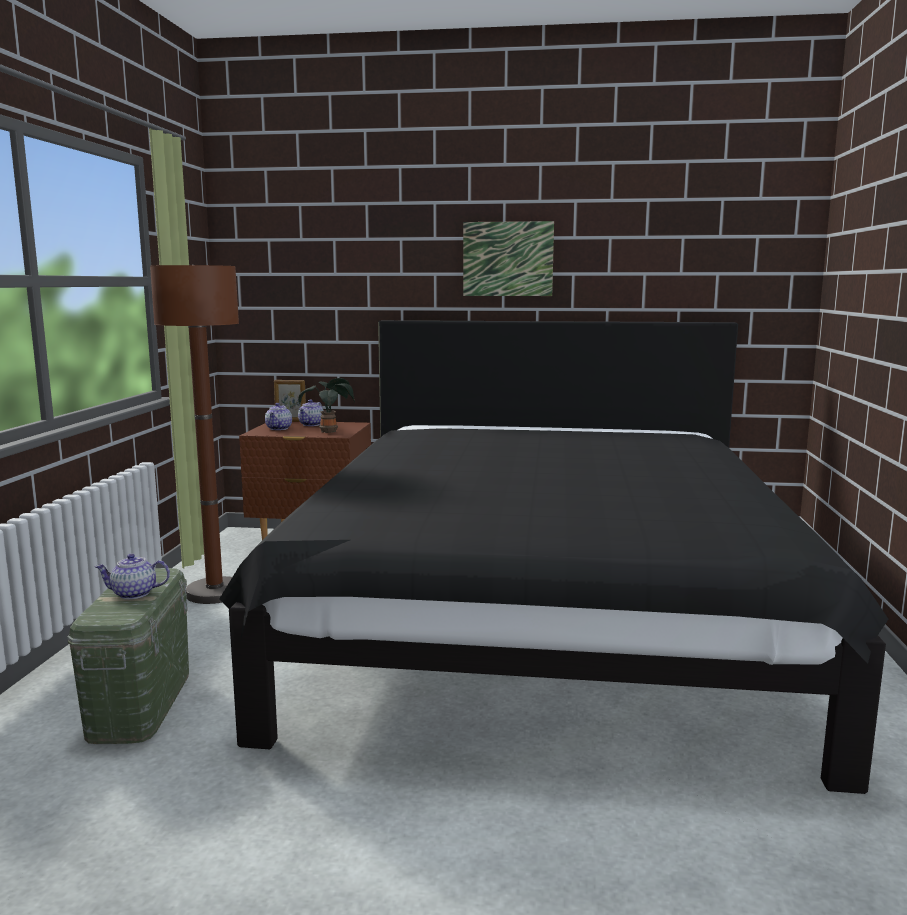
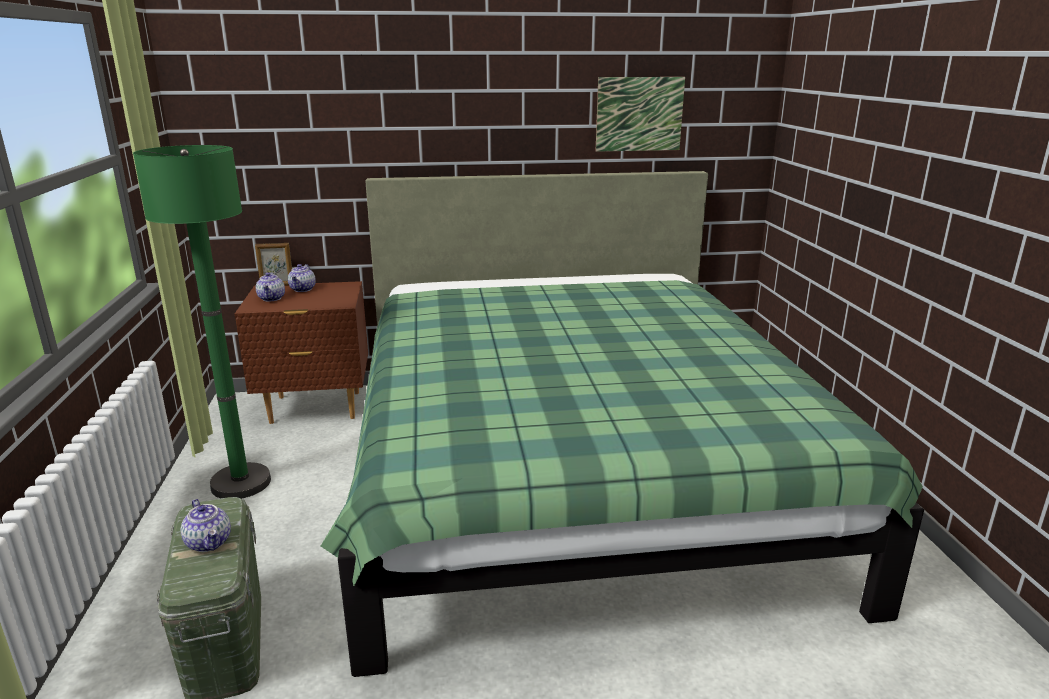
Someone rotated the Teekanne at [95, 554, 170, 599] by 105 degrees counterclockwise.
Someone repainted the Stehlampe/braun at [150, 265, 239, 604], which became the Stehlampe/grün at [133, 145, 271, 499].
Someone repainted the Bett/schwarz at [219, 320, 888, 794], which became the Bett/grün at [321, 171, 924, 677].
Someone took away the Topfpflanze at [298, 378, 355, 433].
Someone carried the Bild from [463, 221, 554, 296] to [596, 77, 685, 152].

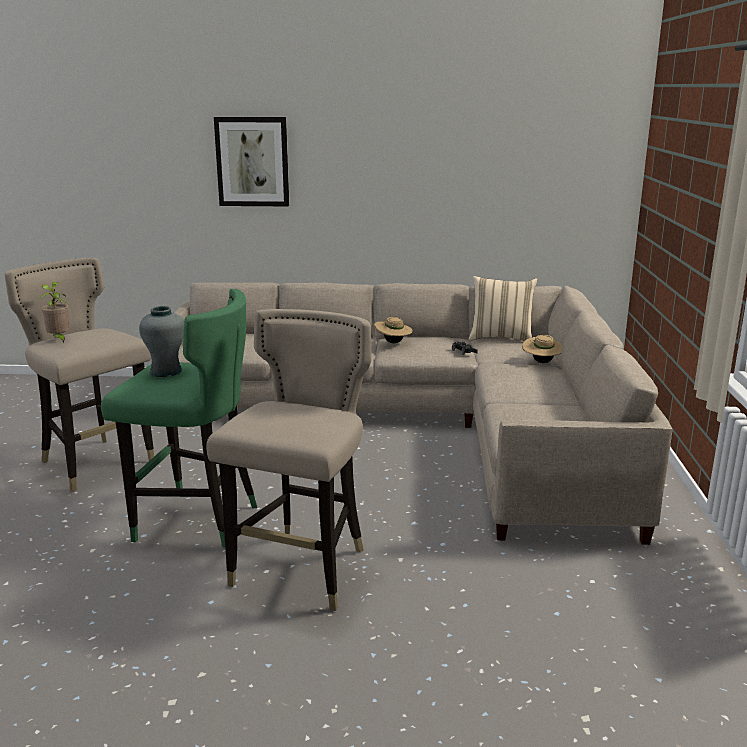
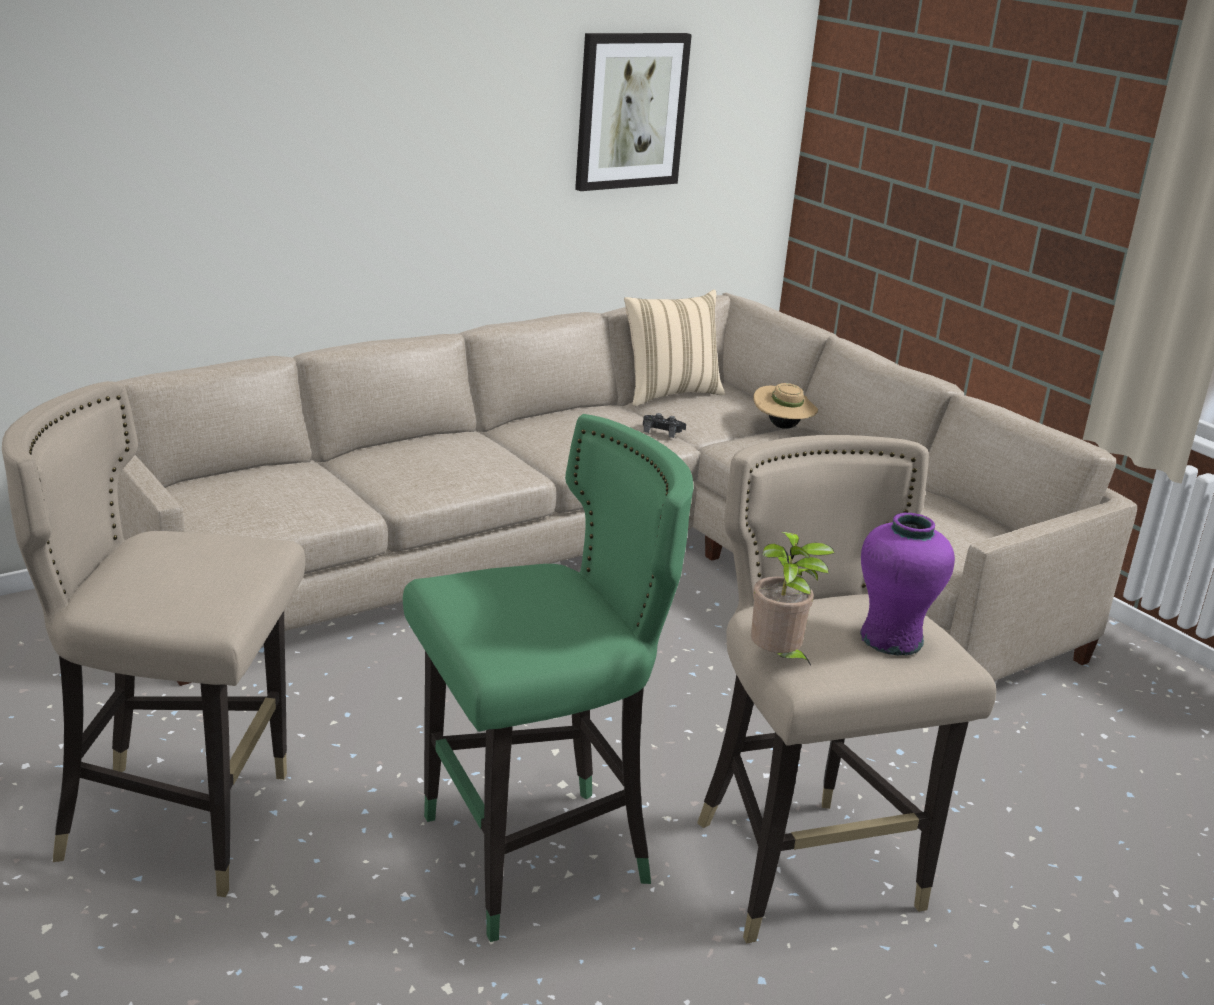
Someone carried the Topfpflanze from [40, 282, 70, 343] to [751, 532, 835, 666].
Someone took away the Vase/grau at [139, 306, 184, 377].
Someone carried the Bild from [214, 117, 289, 206] to [575, 33, 692, 191].
Someone took away the Hut/beige at [374, 317, 413, 343].
Someone put down the Vase/lila at [860, 513, 955, 655].

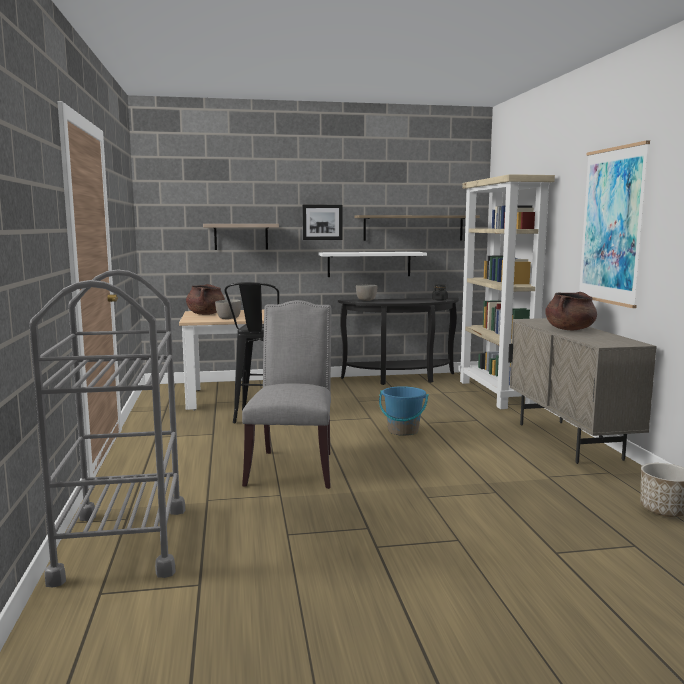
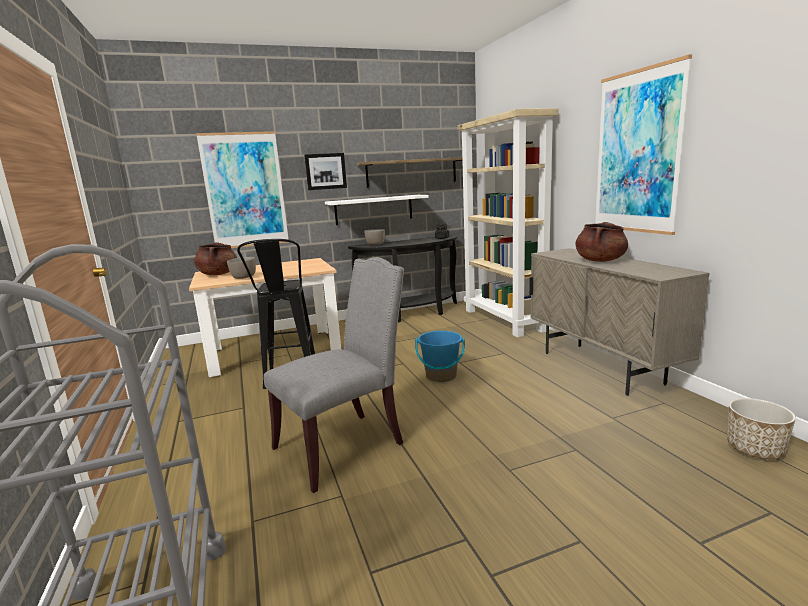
Someone swapped the Wandregal at [203, 224, 279, 250] for the Bild at [196, 131, 289, 248].
Someone rotated the Stuhl/grau at [242, 300, 331, 489] by 60 degrees clockwise.

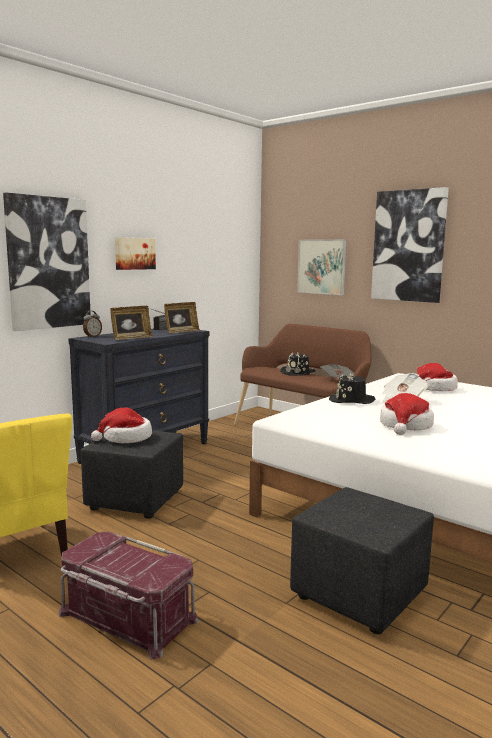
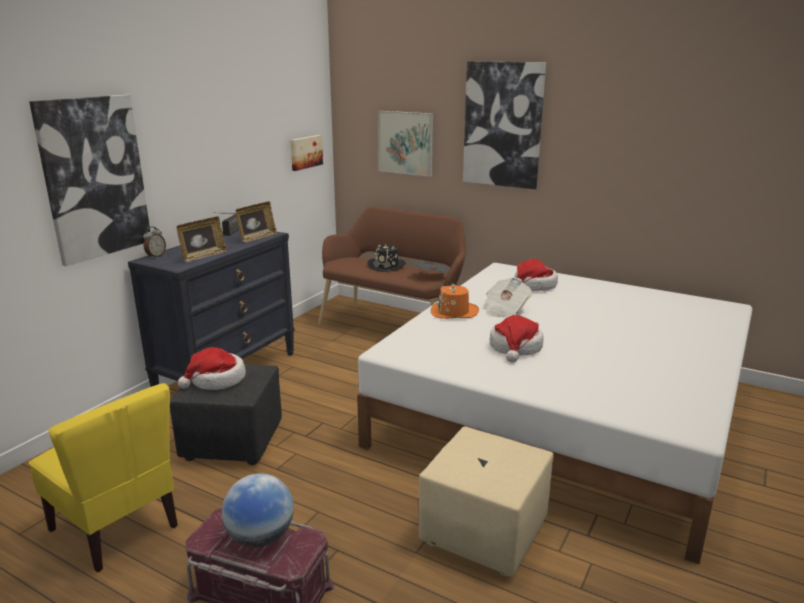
Someone carried the Bild from [115, 237, 156, 270] to [290, 135, 323, 171].
Someone repainted the Polsterhocker/schwarz at [290, 487, 434, 634], which became the Polsterhocker/beige at [419, 426, 553, 576].
Someone repainted the Hut/schwarz at [329, 373, 375, 404], which became the Hut/orange at [431, 284, 479, 319].
Someone put down the Globus at [222, 473, 294, 547].

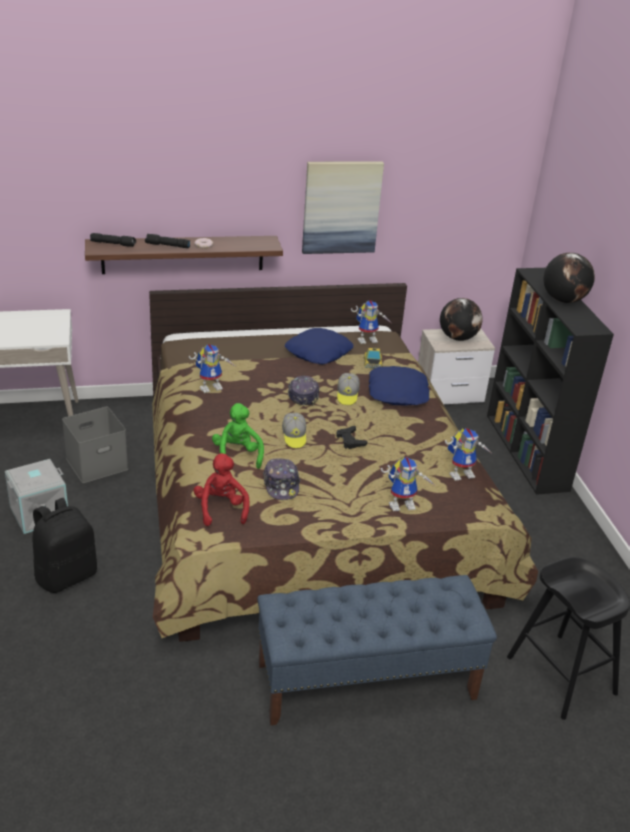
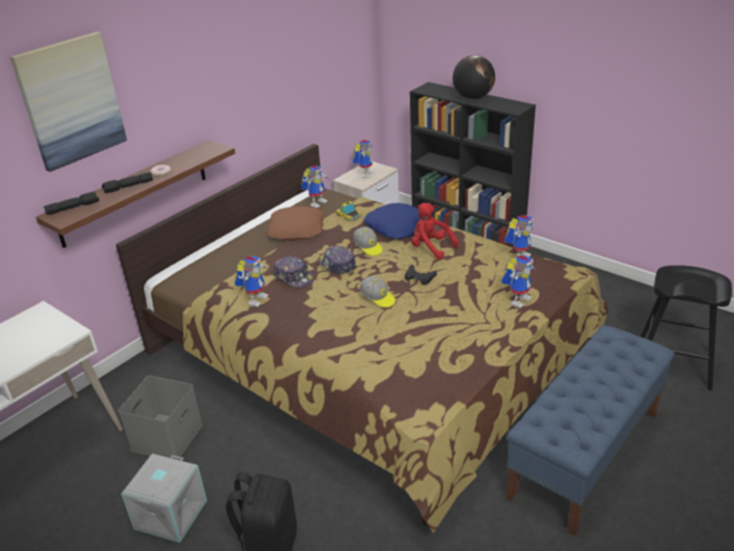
Someone carried the Plüschtier/rot from [194, 453, 250, 526] to [411, 203, 459, 259].
Someone took away the Plüschtier/grün at [212, 403, 264, 469].
Someone carried the Kappe from [263, 458, 301, 500] to [273, 256, 314, 287].
Someone repainted the Kissen/blau at [285, 328, 353, 365], which became the Kissen/braun at [267, 206, 324, 241].
Someone carried the Bild from [302, 161, 384, 254] to [10, 32, 127, 172].
Someone swapped the Globus at [440, 298, 483, 341] for the Spielzeugroboter at [353, 140, 373, 178].

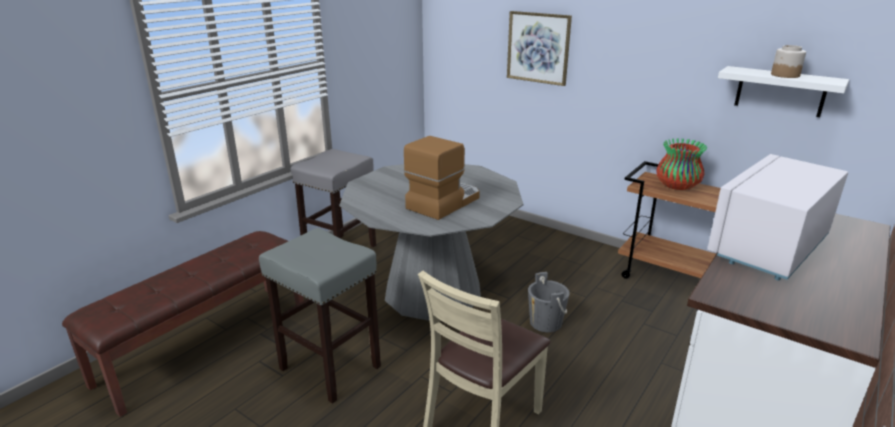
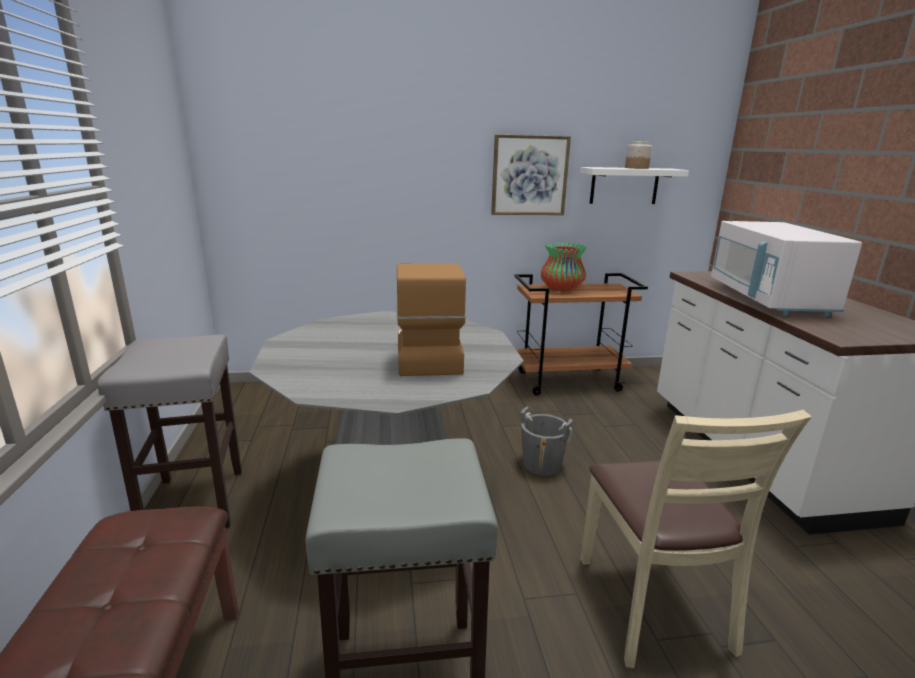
Someone carried the Bild from [507, 11, 572, 86] to [491, 134, 571, 215].

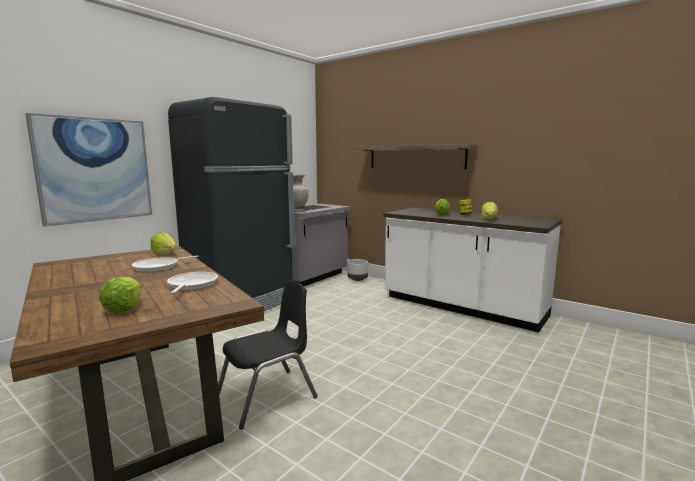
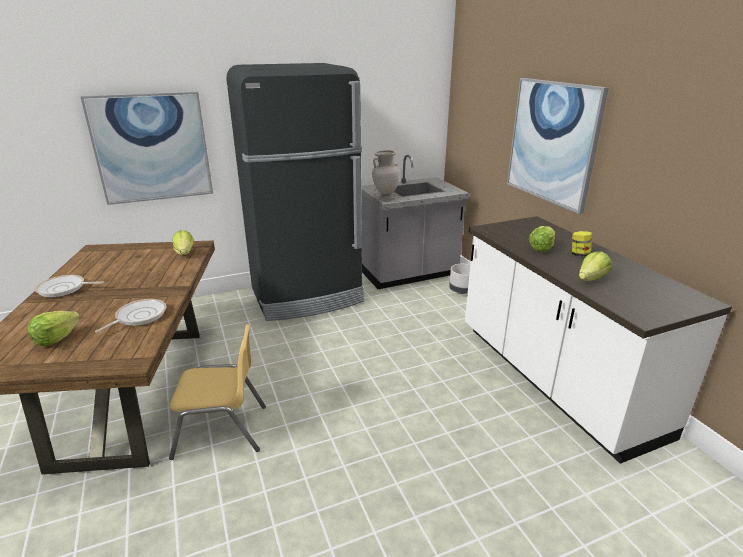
Someone carried the Pfanne from [132, 256, 199, 272] to [35, 275, 104, 297].
Someone repainted the Stuhl/schwarz at [218, 280, 318, 430], which became the Stuhl/gelb at [169, 324, 266, 460].
Someone swapped the Wandregal at [355, 144, 477, 169] for the Bild at [507, 78, 608, 214].

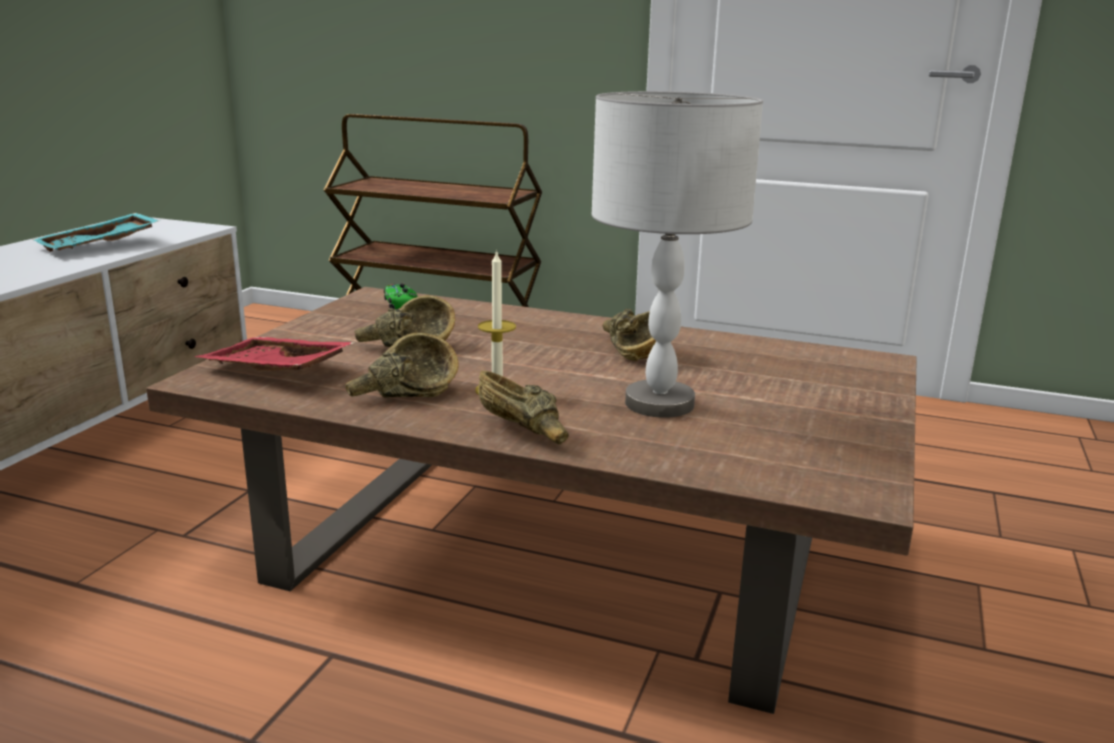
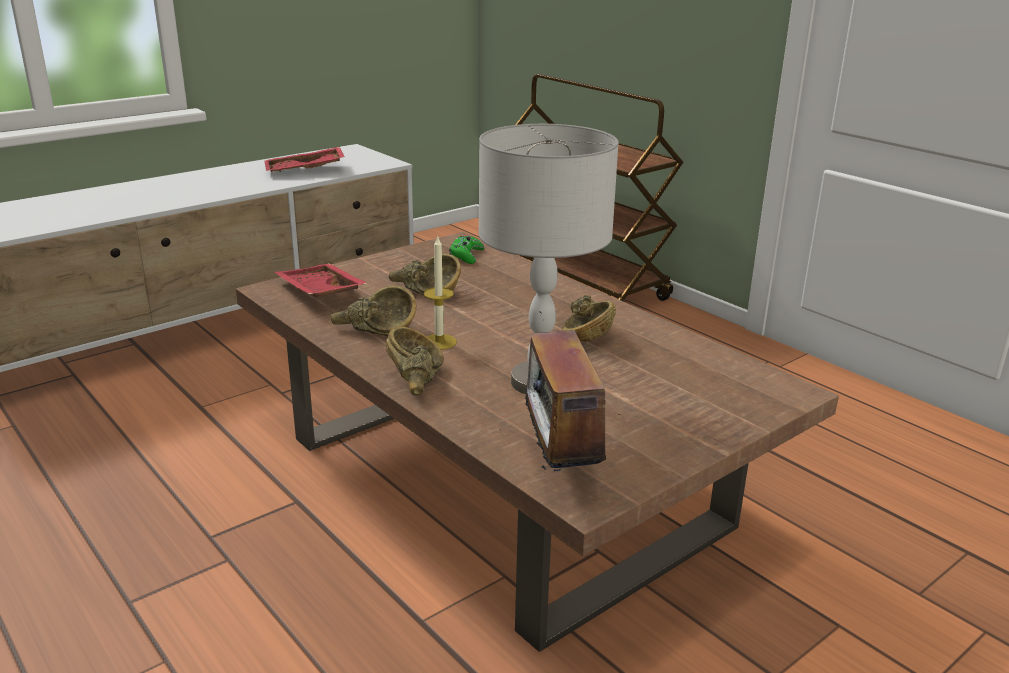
Someone repainted the Tablett/türkis at [33, 213, 160, 252], which became the Tablett/rot at [264, 147, 345, 172].
Someone put down the Radio at [500, 312, 620, 473].

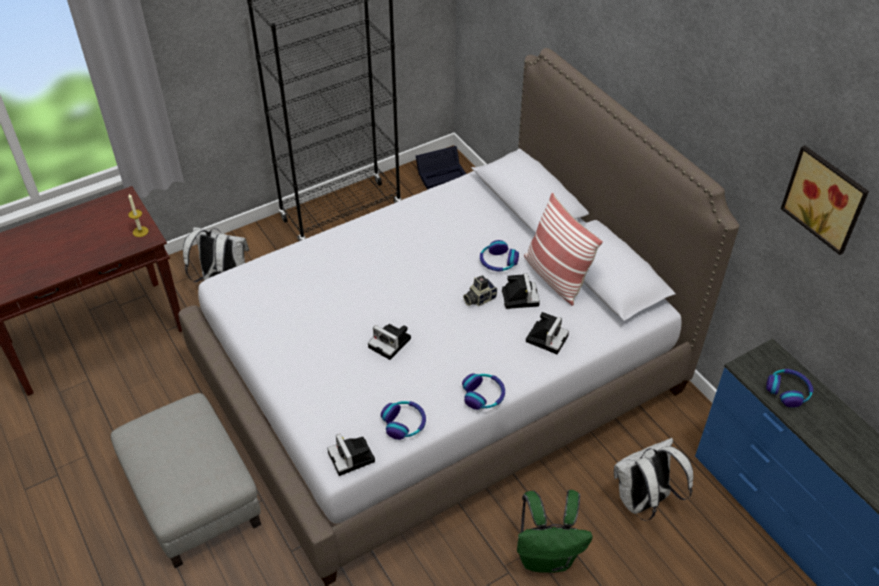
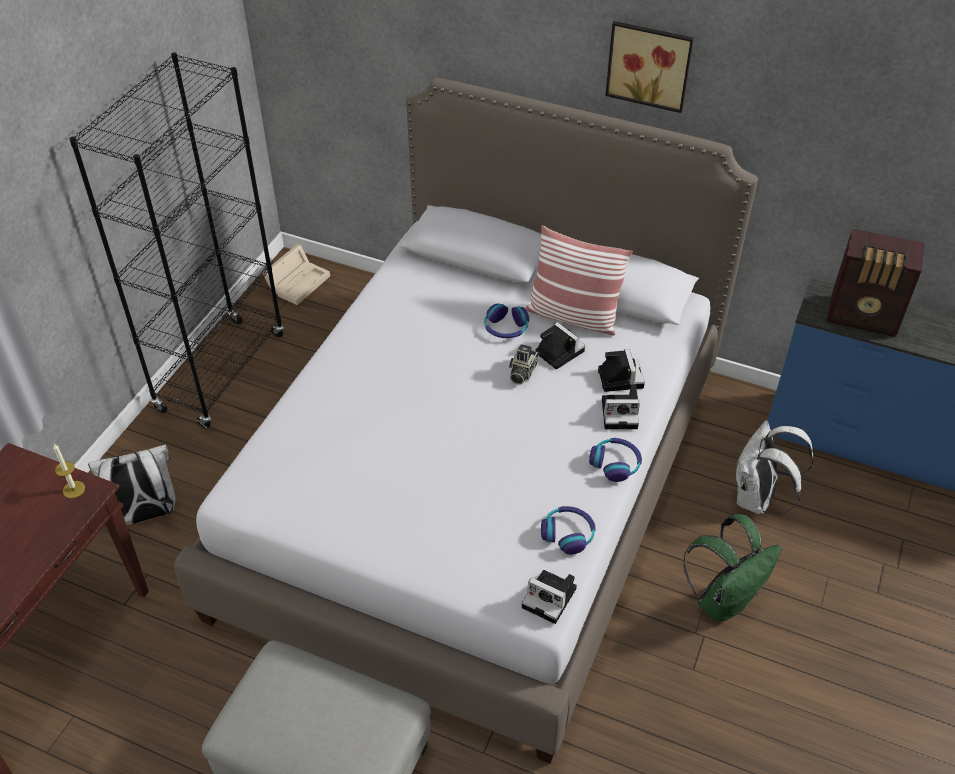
Someone carried the Kamera from [368, 324, 411, 360] to [602, 386, 640, 429].
Someone repainted the Aufbewahrungsbox/schwarz at [416, 146, 466, 190], which became the Aufbewahrungsbox/beige at [262, 245, 330, 305].
Someone swapped the Kopfhörer at [766, 369, 813, 408] for the Radio at [826, 228, 925, 337].
Someone carried the Bild from [781, 145, 869, 255] to [605, 21, 694, 113].

